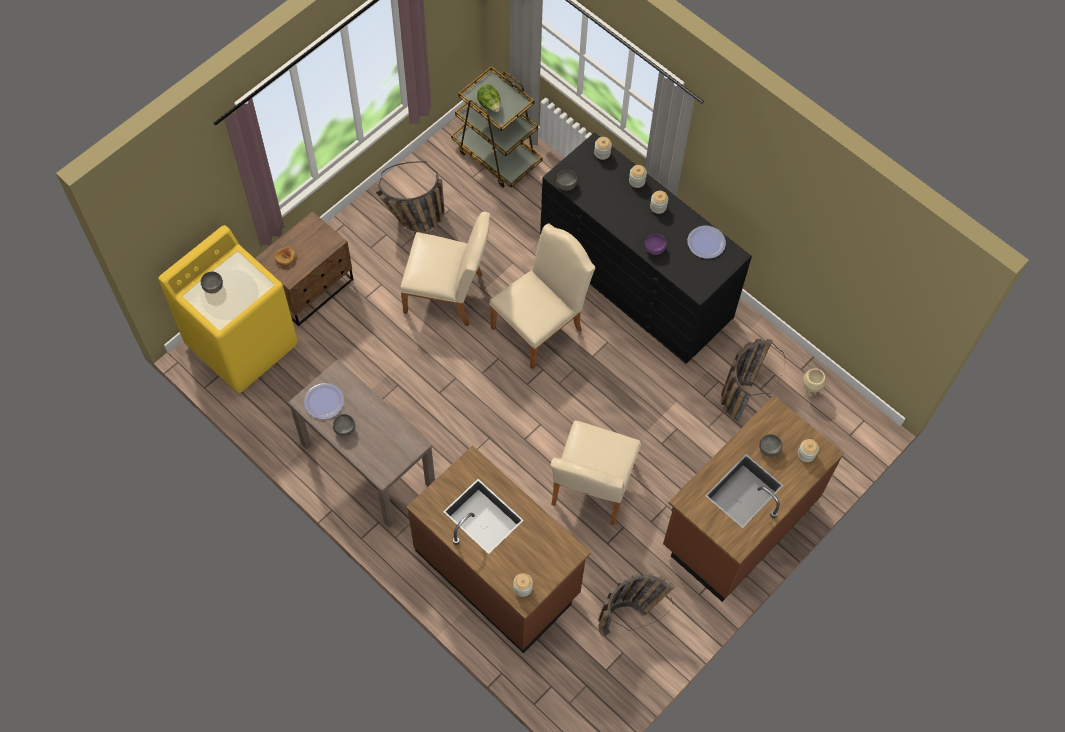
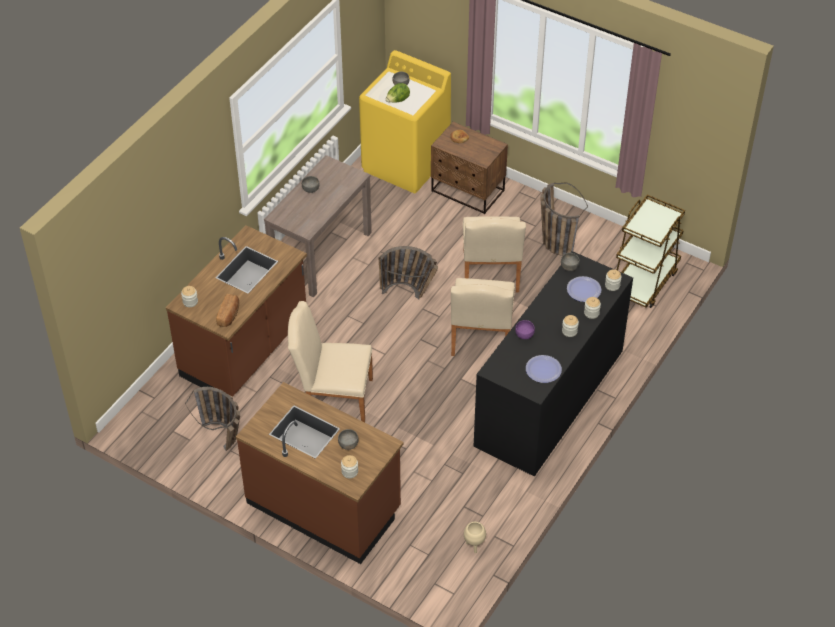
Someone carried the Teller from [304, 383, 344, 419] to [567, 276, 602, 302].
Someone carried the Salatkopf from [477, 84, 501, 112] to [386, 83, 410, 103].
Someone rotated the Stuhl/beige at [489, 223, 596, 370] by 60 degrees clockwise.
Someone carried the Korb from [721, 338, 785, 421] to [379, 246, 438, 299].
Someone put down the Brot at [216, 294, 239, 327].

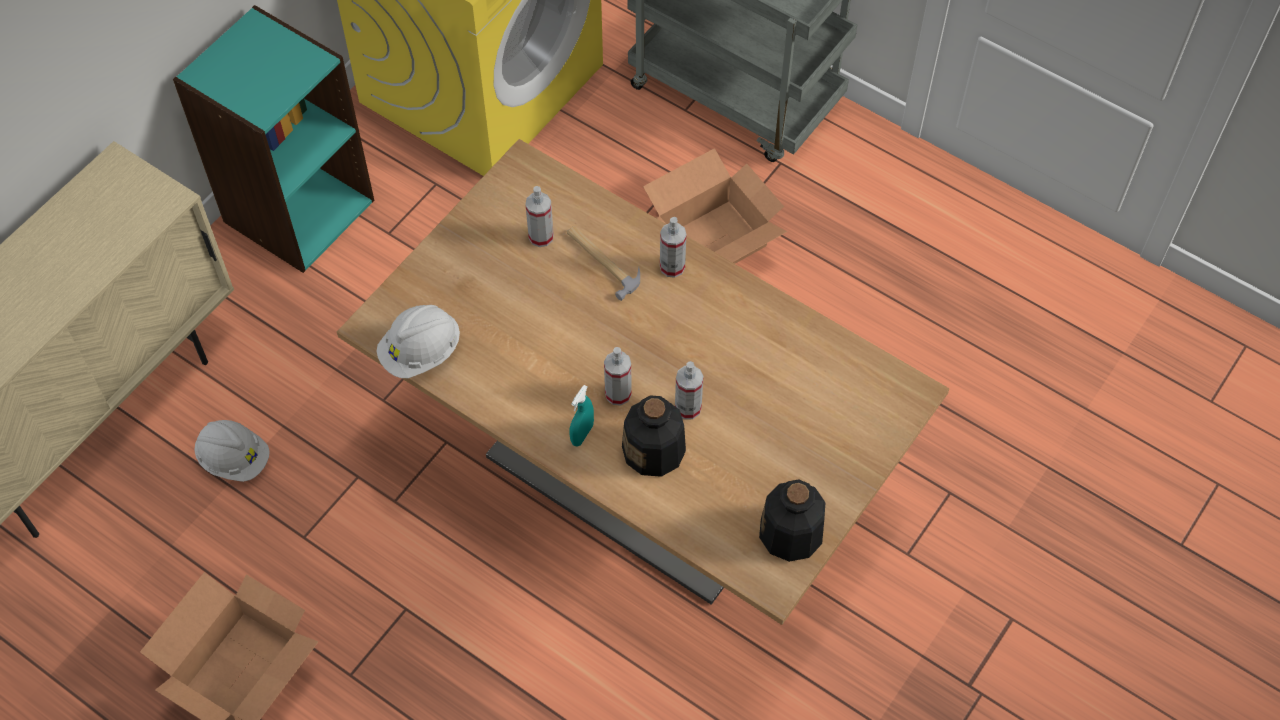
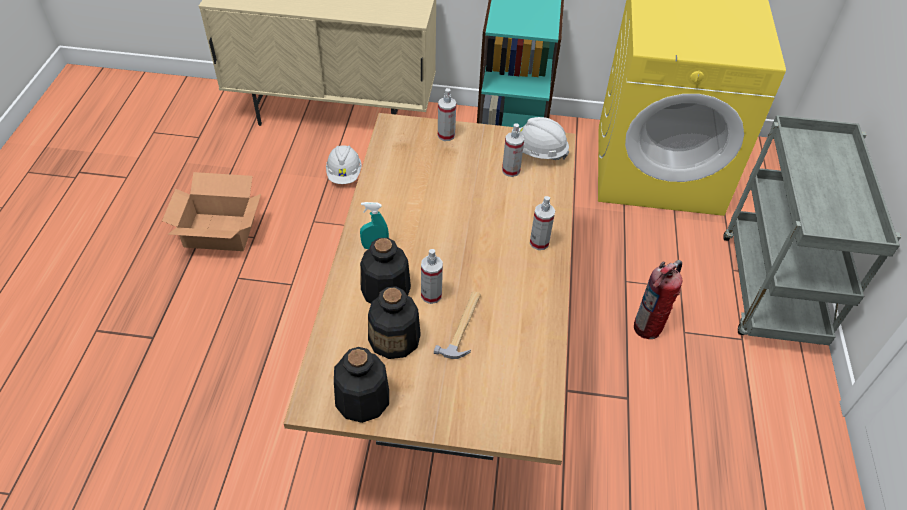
Someone carried the Schutzhelm/weiß from [377, 305, 460, 378] to [519, 117, 569, 160].
Someone carried the Hammer from [567, 226, 640, 301] to [434, 291, 481, 359].
Someone carried the Sprühflasche from [604, 347, 632, 406] to [438, 88, 456, 141].
Someone swapped the Karton at [643, 148, 787, 264] for the Feuerlöscher at [634, 260, 683, 339].
Someone put down the Flasche at [368, 286, 421, 359].

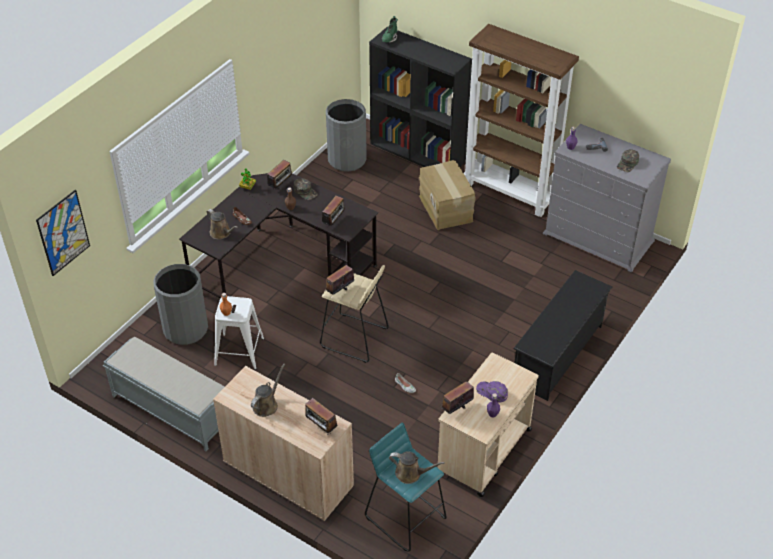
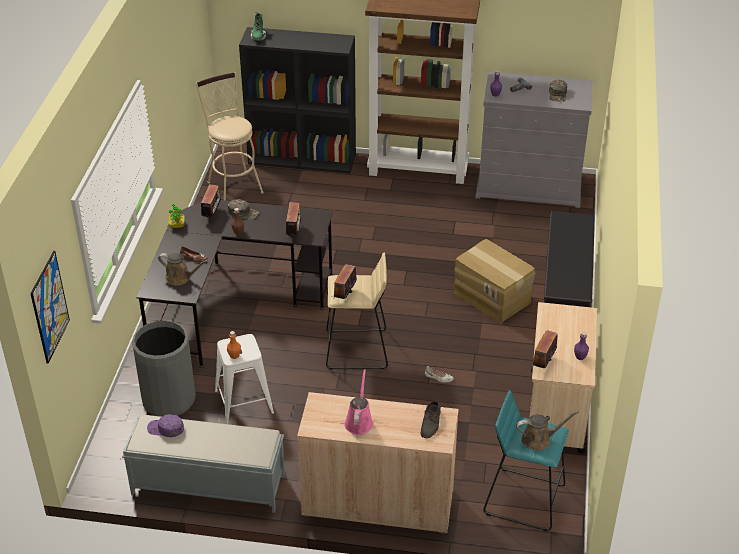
Someone repainted the Gießkanne/braun at [251, 364, 285, 417], which became the Gießkanne/rosa at [344, 369, 373, 435].
Someone swapped the Radio at [305, 398, 338, 435] for the Schuh/grau at [421, 401, 441, 438].
Someone swapped the Mülleimer/grau at [326, 99, 367, 172] for the Hocker/beige at [196, 72, 264, 201].
Someone carried the Karton from [419, 160, 476, 230] to [454, 239, 535, 324].
Someone carried the Kappe/lila from [476, 381, 508, 403] to [147, 414, 184, 437].

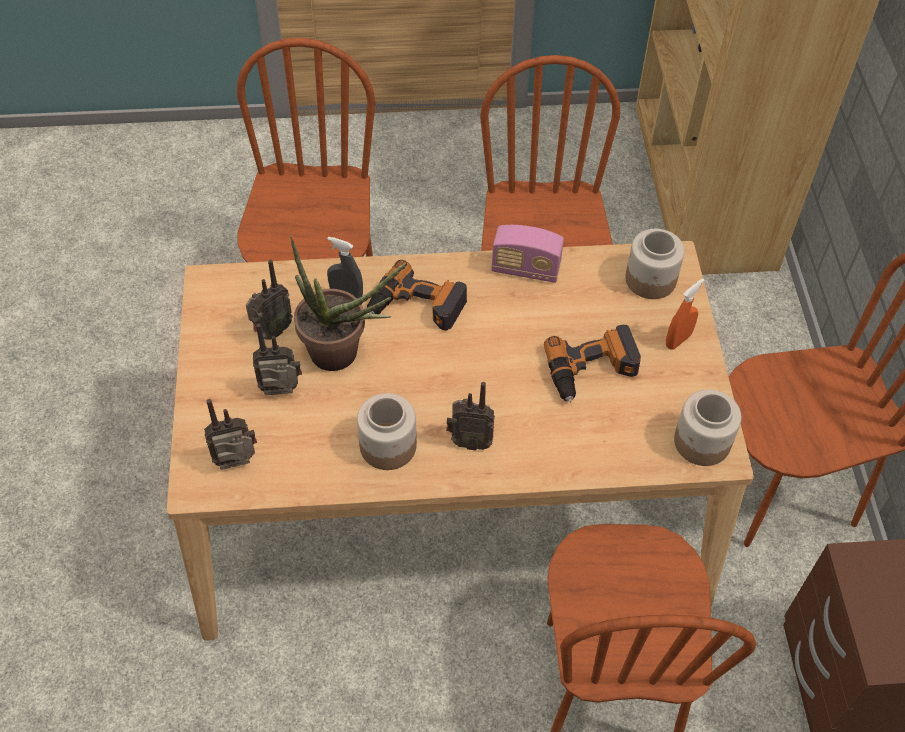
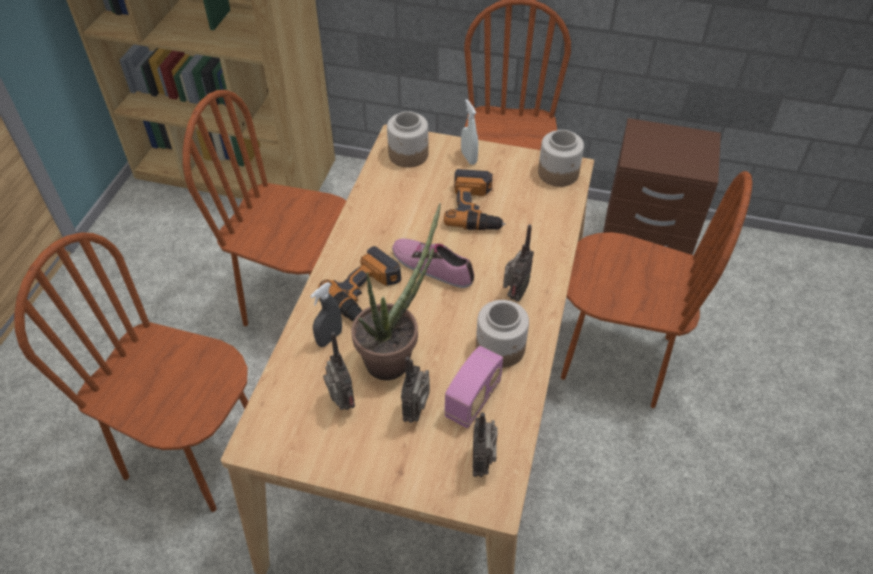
Someone carried the Radio from [491, 225, 564, 283] to [444, 346, 503, 428].
Someone repainted the Sprühflasche/orange at [666, 278, 704, 350], which became the Sprühflasche/weiß at [461, 99, 478, 165].
Someone put down the Schuh at [392, 239, 474, 288].

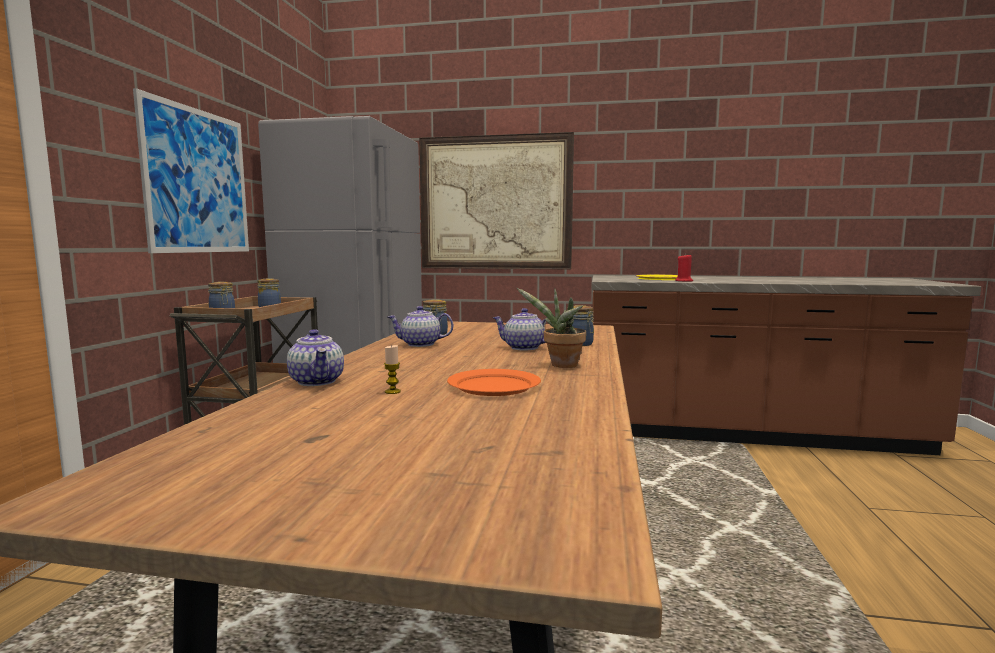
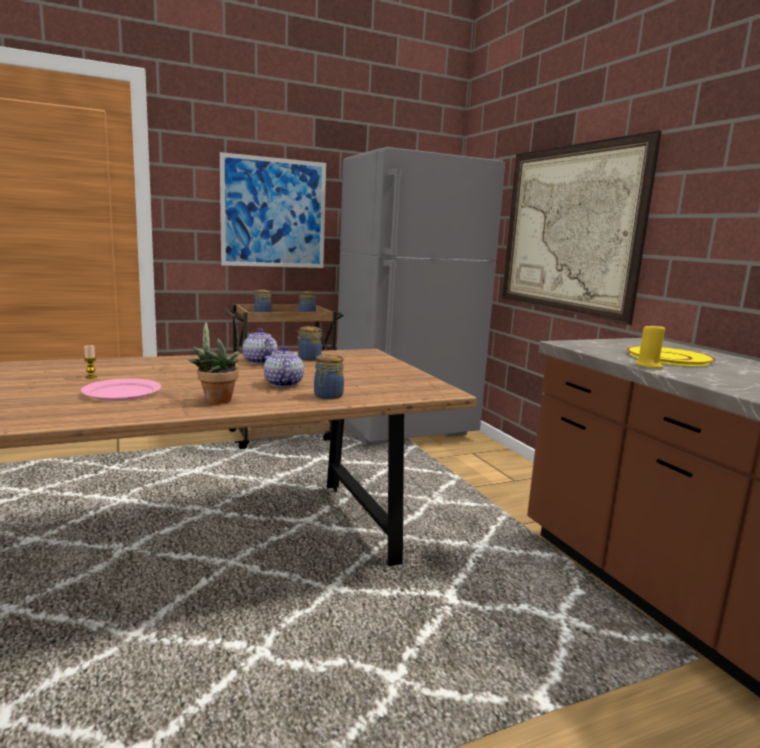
Someone took away the Teekanne at [287, 329, 344, 386].
Someone repainted the Teller/orange at [447, 369, 541, 396], which became the Teller/rosa at [81, 378, 161, 401].
Someone repainted the Kerze/rot at [675, 253, 693, 282], which became the Kerze/gelb at [636, 323, 665, 369].

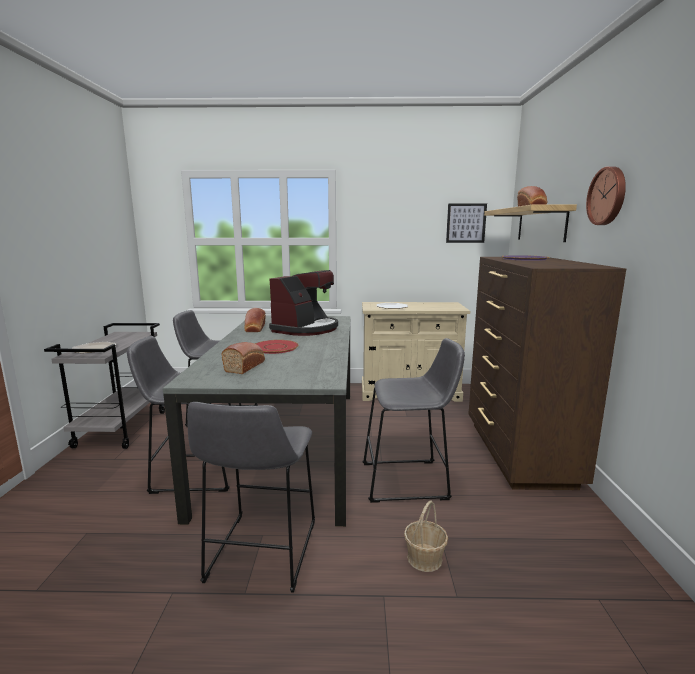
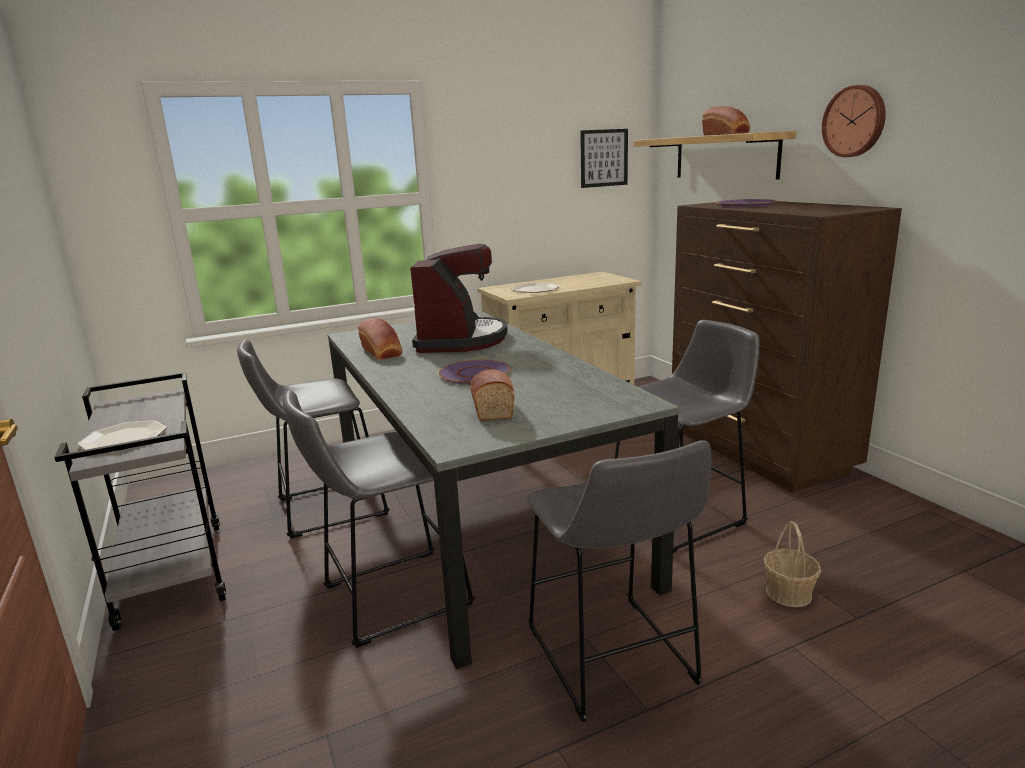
Someone repainted the Teller/rot at [255, 340, 298, 354], which became the Teller/lila at [439, 360, 511, 385].

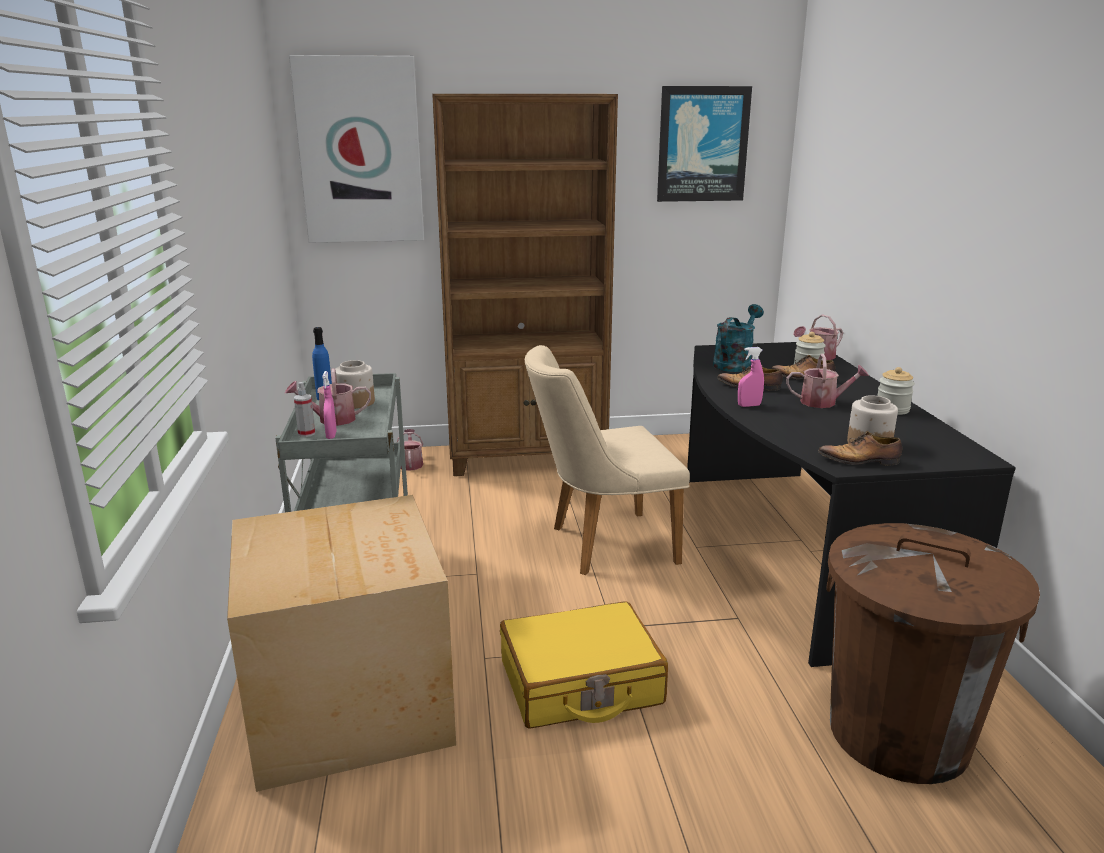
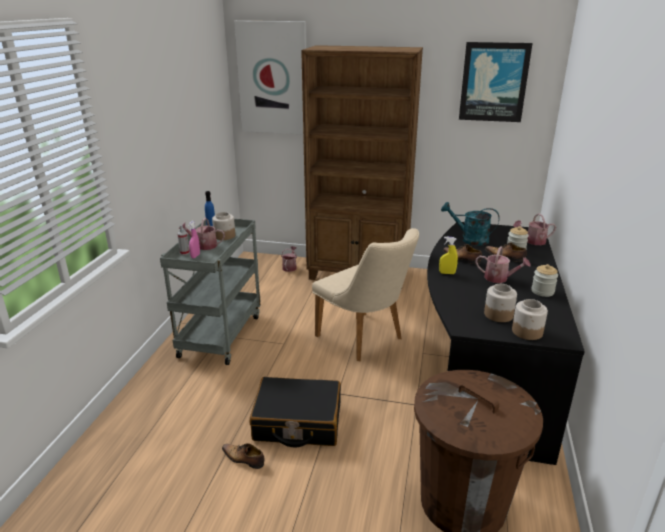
Someone took away the Karton at [227, 495, 456, 792].
Someone repainted the Koffer/gelb at [500, 601, 668, 729], which became the Koffer/schwarz at [250, 377, 341, 447].
Someone rotated the Stuhl/beige at [525, 345, 690, 575] by 135 degrees counterclockwise.
Someone rotated the Gießkanne/türkis at [713, 304, 764, 372] by 120 degrees counterclockwise.
Someone repainted the Sprühflasche/rosa at [738, 347, 764, 407], which became the Sprühflasche/gelb at [439, 236, 458, 274].
Someone carried the Schuh from [818, 431, 903, 465] to [222, 443, 265, 469].
Someone put down the Vorratsglas at [512, 299, 548, 340].

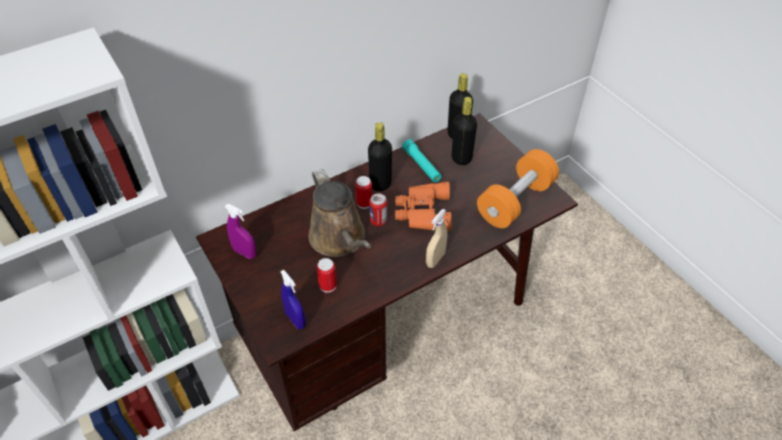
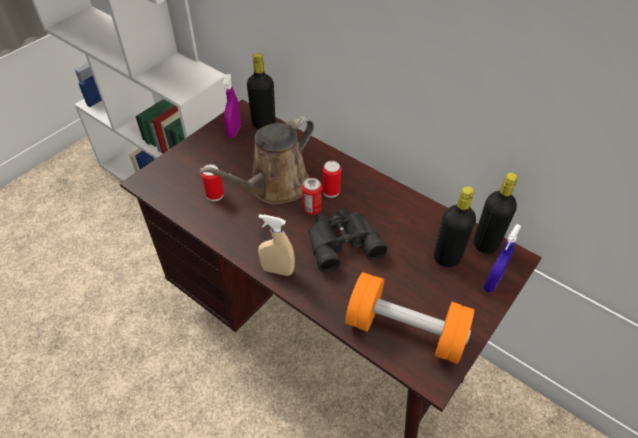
Someone carried the Sprühflasche/blau from [280, 270, 306, 329] to [484, 224, 521, 293].
Someone carried the Flasche/schwarz from [368, 122, 392, 191] to [247, 53, 276, 129].
Someone repainted the Fernglas/orange at [395, 182, 452, 231], which became the Fernglas/schwarz at [308, 208, 388, 273].
Someone took away the Taschenlampe/türkis at [402, 139, 442, 182].

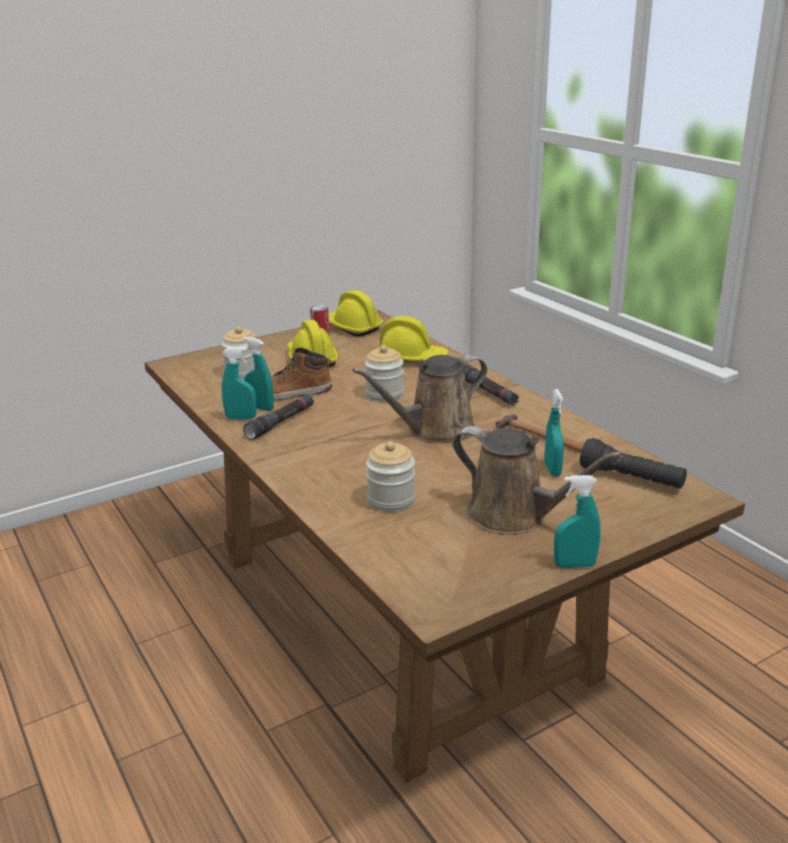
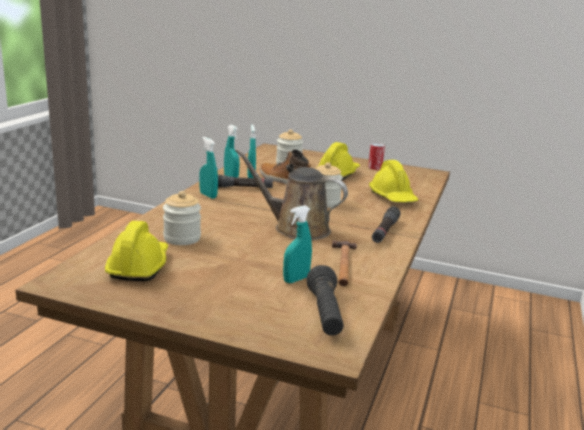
Someone carried the Schutzhelm/gelb from [329, 290, 384, 337] to [105, 221, 168, 281].
Someone took away the Gießkanne/braun at [452, 426, 622, 535].
Someone carried the Sprühflasche/türkis from [554, 475, 601, 568] to [199, 137, 218, 199].

